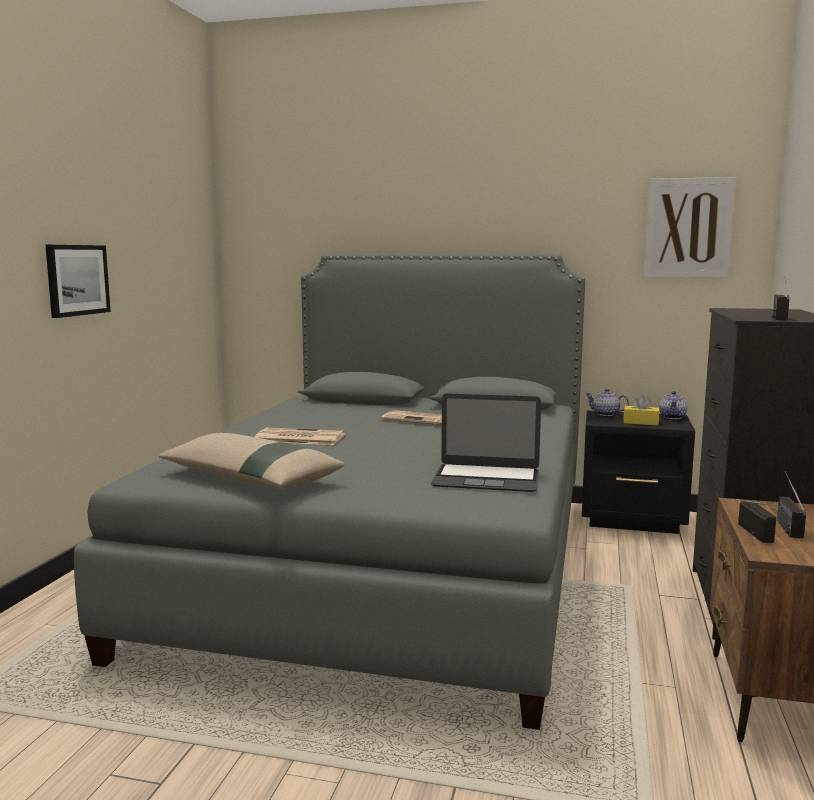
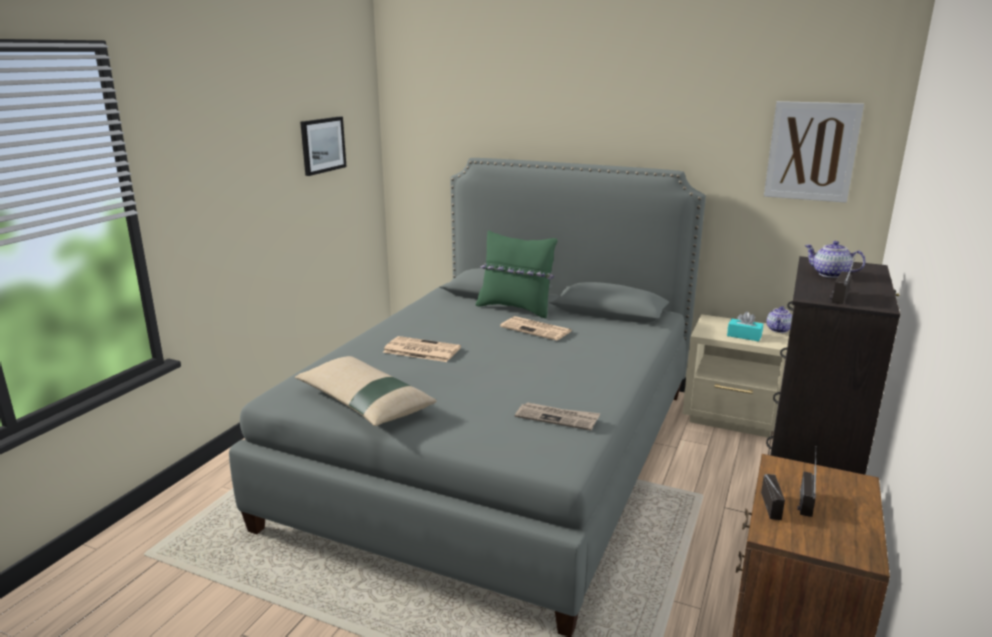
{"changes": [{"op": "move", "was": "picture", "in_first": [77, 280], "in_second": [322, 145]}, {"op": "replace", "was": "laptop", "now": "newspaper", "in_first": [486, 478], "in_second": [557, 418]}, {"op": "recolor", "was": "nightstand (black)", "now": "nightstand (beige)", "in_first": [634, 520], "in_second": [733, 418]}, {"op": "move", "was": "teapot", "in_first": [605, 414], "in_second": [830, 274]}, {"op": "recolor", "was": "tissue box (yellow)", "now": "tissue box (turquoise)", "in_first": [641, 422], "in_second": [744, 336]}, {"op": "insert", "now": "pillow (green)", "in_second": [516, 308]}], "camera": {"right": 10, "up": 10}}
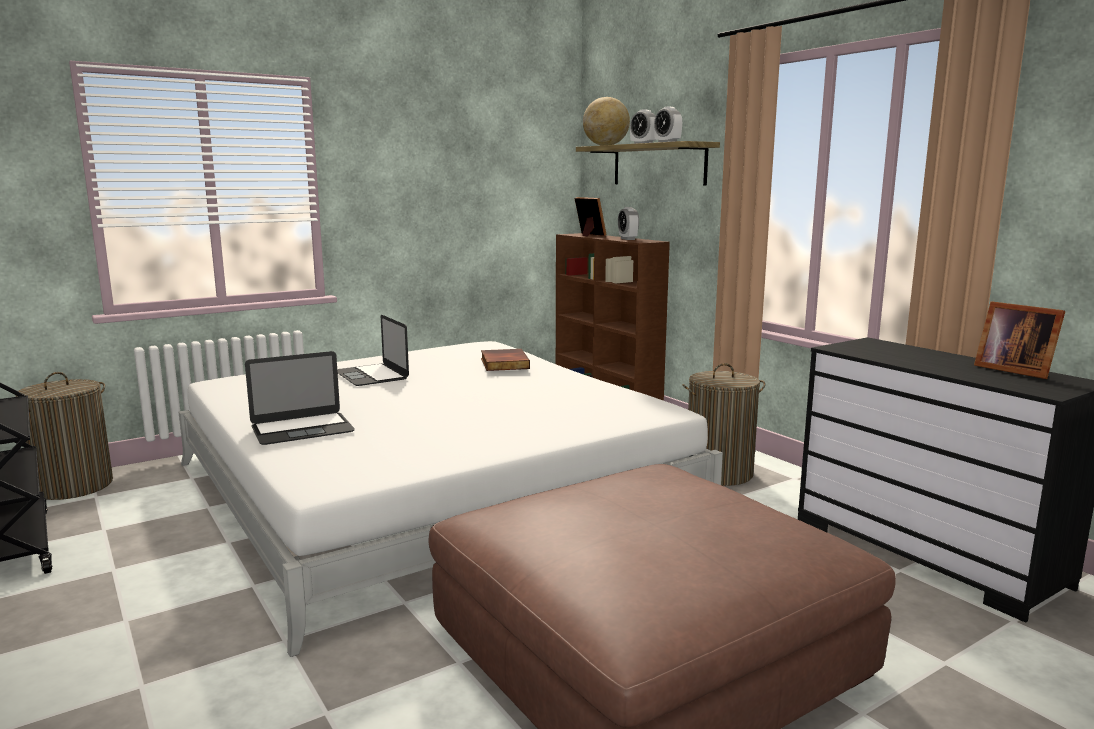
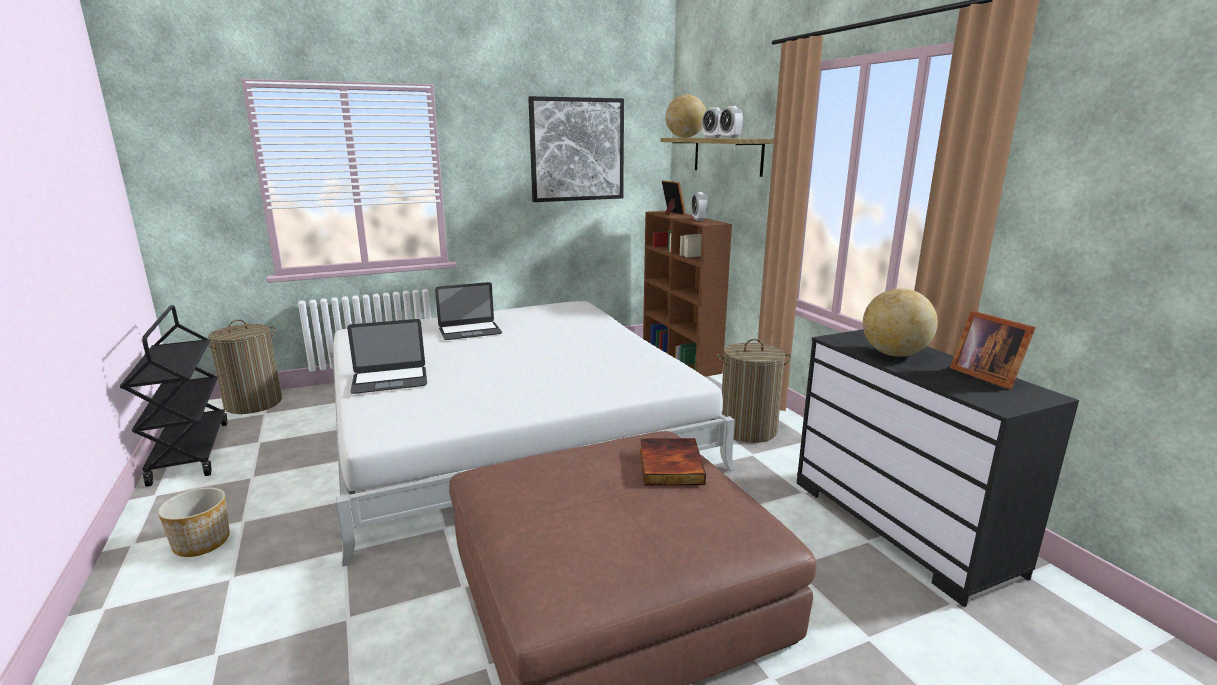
{"changes": [{"op": "rotate", "was": "laptop", "in_first": [371, 375], "in_second": [470, 331], "clockwise": -90}, {"op": "move", "was": "book", "in_first": [503, 363], "in_second": [668, 465]}, {"op": "insert", "now": "planter", "in_second": [201, 543]}, {"op": "insert", "now": "picture", "in_second": [577, 150]}, {"op": "insert", "now": "globe", "in_second": [894, 354]}], "camera": {"right": 10, "up": 5}}
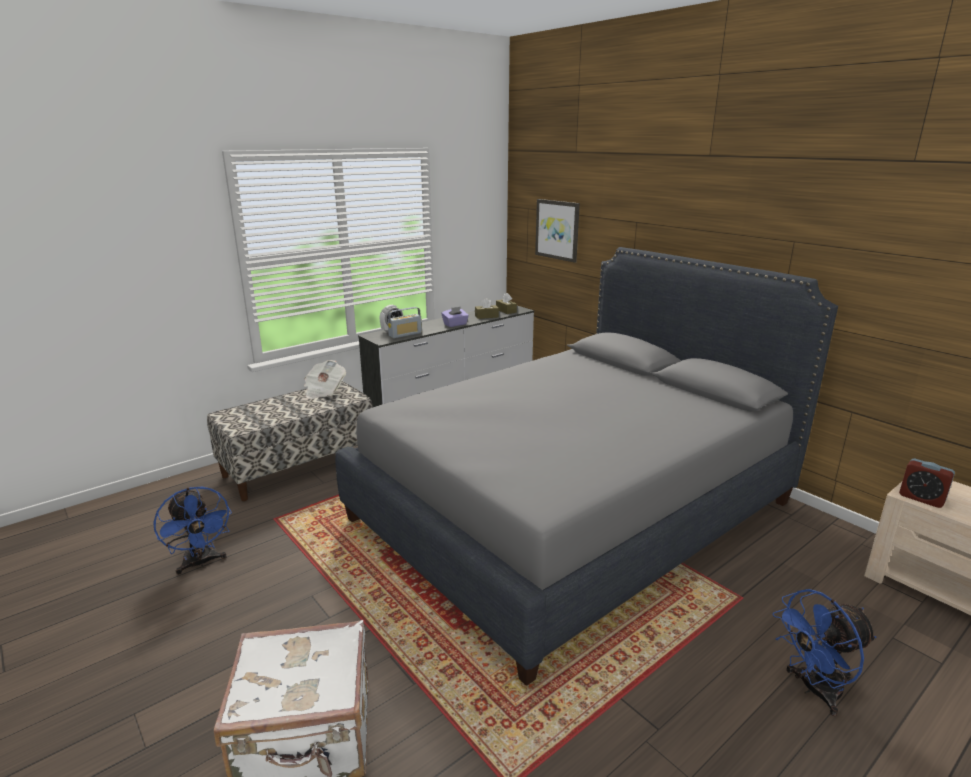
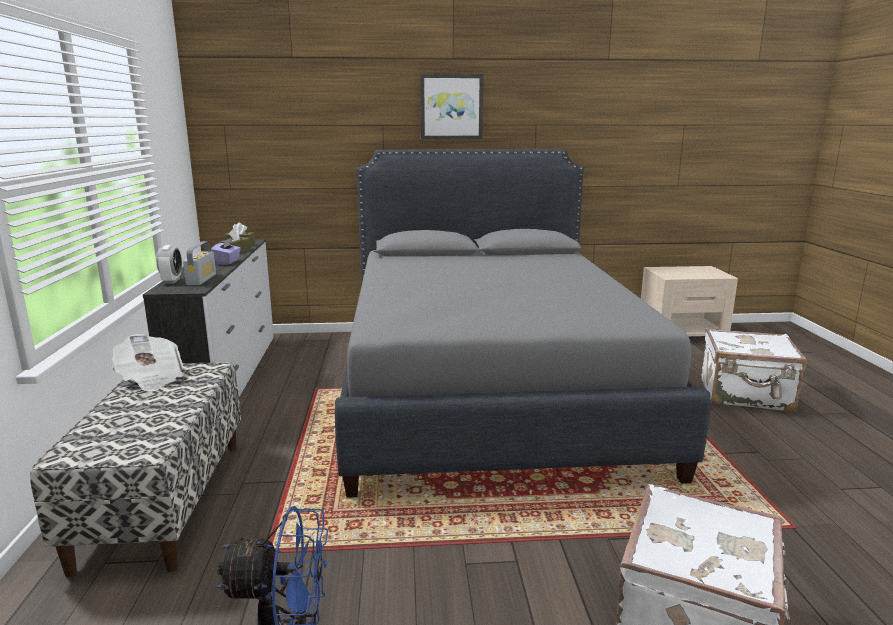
{"changes": [{"op": "move", "was": "picture", "in_first": [557, 230], "in_second": [451, 107]}, {"op": "replace", "was": "fan (blue)", "now": "suitcase (white)", "in_first": [813, 690], "in_second": [746, 395]}, {"op": "delete", "was": "alarm clock", "in_first": [921, 498]}], "camera": {"right": -55, "up": -5}}
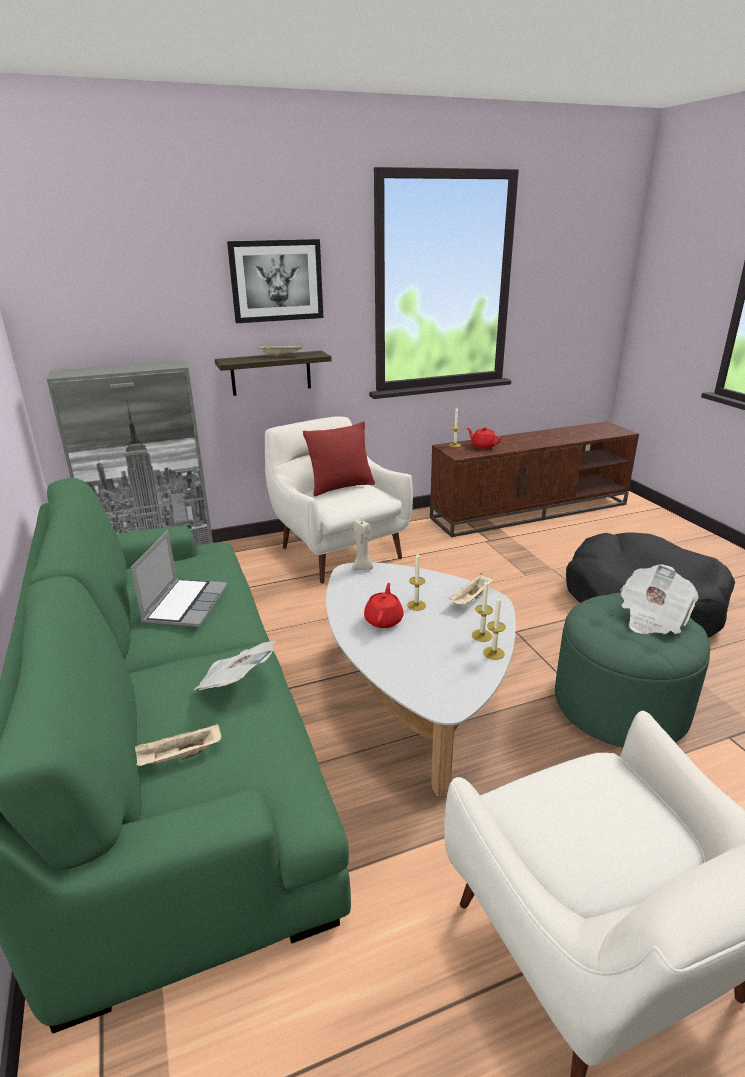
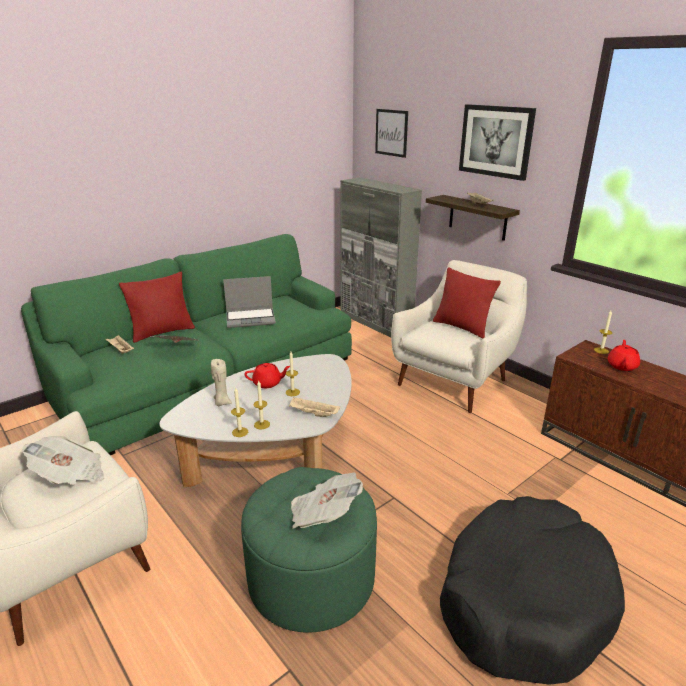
{"changes": [{"op": "move", "was": "candle (beige)", "in_first": [363, 568], "in_second": [222, 403]}, {"op": "insert", "now": "newspaper", "in_second": [71, 476]}, {"op": "insert", "now": "pillow (red)", "in_second": [162, 332]}, {"op": "insert", "now": "picture", "in_second": [391, 132]}], "camera": {"right": 70, "up": 0}}
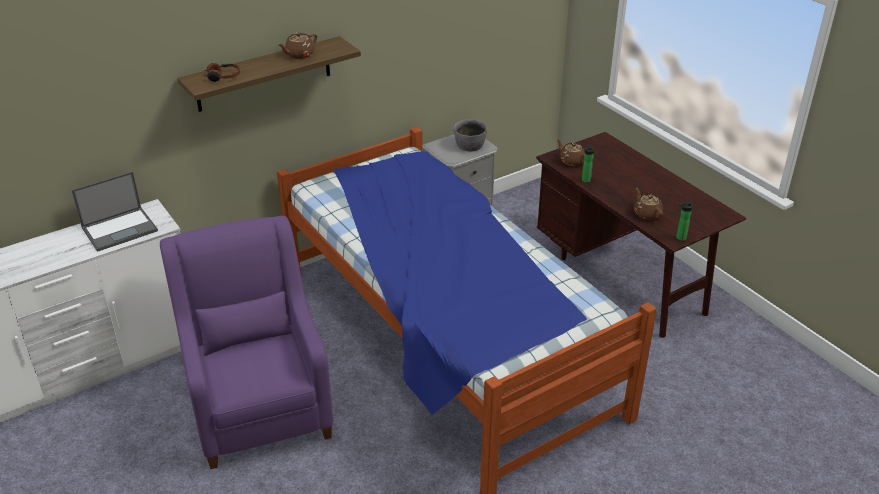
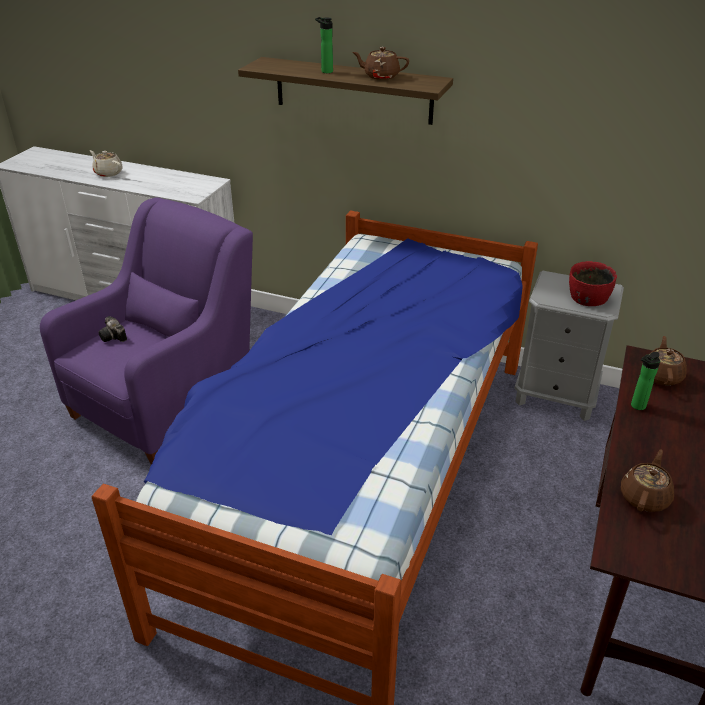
{"changes": [{"op": "delete", "was": "laptop", "in_first": [120, 229]}, {"op": "delete", "was": "headphones", "in_first": [222, 76]}, {"op": "recolor", "was": "bowl (grey)", "now": "bowl (red)", "in_first": [470, 145], "in_second": [587, 298]}, {"op": "move", "was": "bottle", "in_first": [679, 238], "in_second": [325, 71]}, {"op": "insert", "now": "teapot (beige)", "in_second": [108, 173]}, {"op": "insert", "now": "photo camera", "in_second": [114, 337]}], "camera": {"right": 55, "up": 0}}
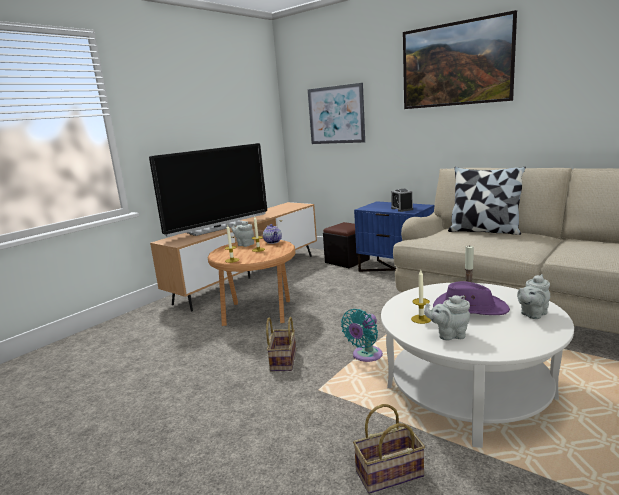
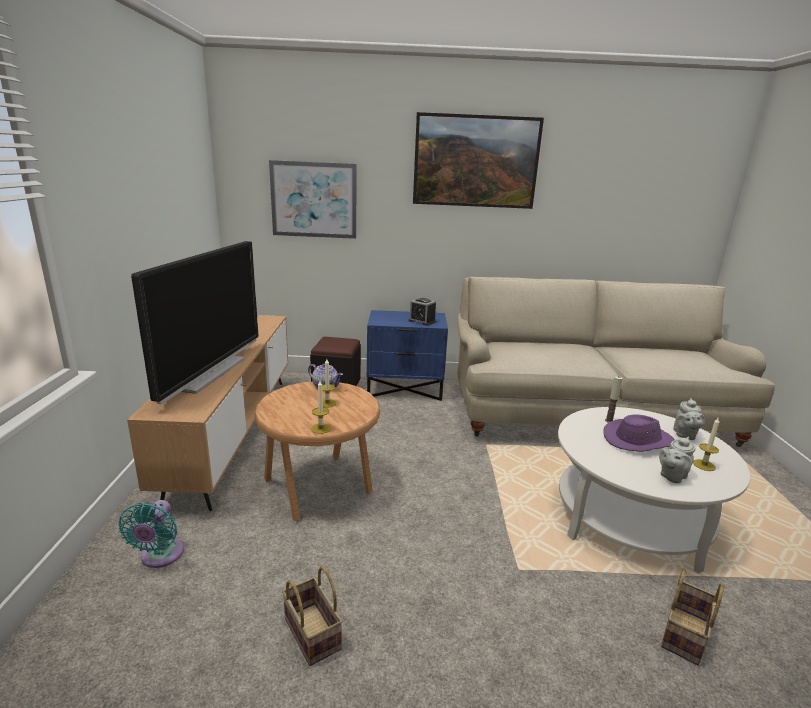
{"changes": [{"op": "delete", "was": "teapot (grey)", "in_first": [244, 244]}, {"op": "move", "was": "basket", "in_first": [282, 360], "in_second": [310, 633]}, {"op": "move", "was": "fan (turquoise)", "in_first": [365, 356], "in_second": [160, 556]}, {"op": "move", "was": "candle", "in_first": [421, 319], "in_second": [704, 465]}, {"op": "delete", "was": "pillow", "in_first": [484, 231]}], "camera": {"right": -40, "up": 5}}
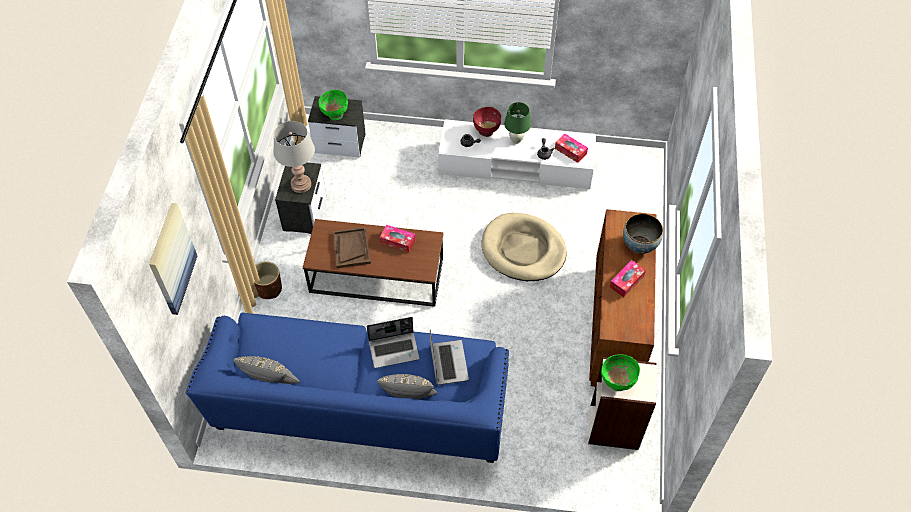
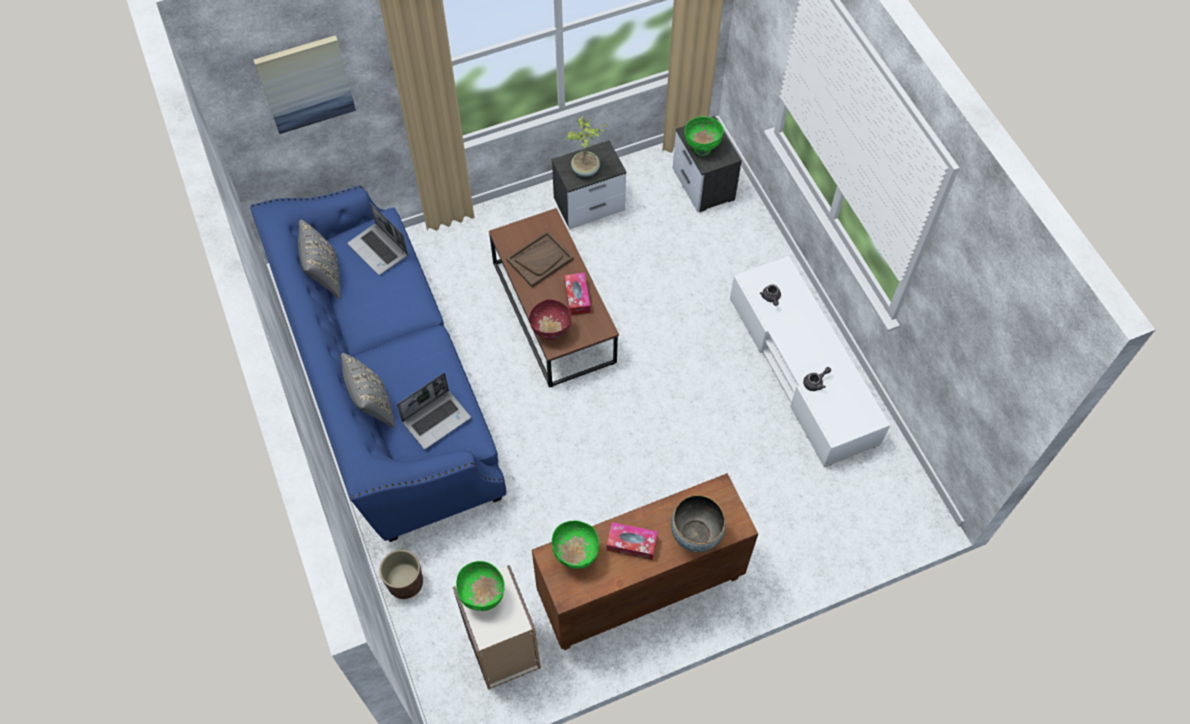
{"changes": [{"op": "move", "was": "planter (brown)", "in_first": [268, 289], "in_second": [405, 582]}, {"op": "replace", "was": "table lamp (grey)", "now": "potted plant", "in_first": [301, 185], "in_second": [586, 170]}, {"op": "move", "was": "laptop", "in_first": [394, 349], "in_second": [379, 250]}, {"op": "move", "was": "bowl (red)", "in_first": [486, 131], "in_second": [550, 332]}, {"op": "delete", "was": "dog bed (beige)", "in_first": [523, 250]}, {"op": "delete", "was": "table lamp (green)", "in_first": [516, 140]}, {"op": "delete", "was": "tissue box", "in_first": [570, 151]}, {"op": "insert", "now": "bowl (green)", "in_second": [575, 555]}], "camera": {"right": 60, "up": 5}}
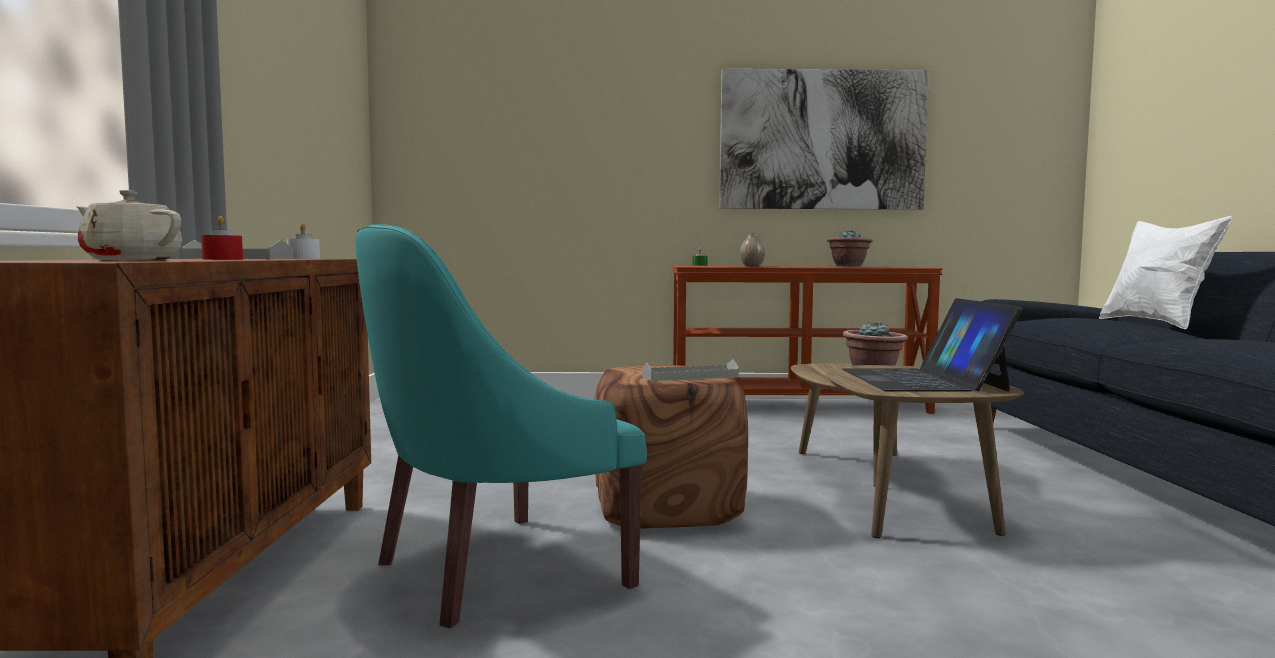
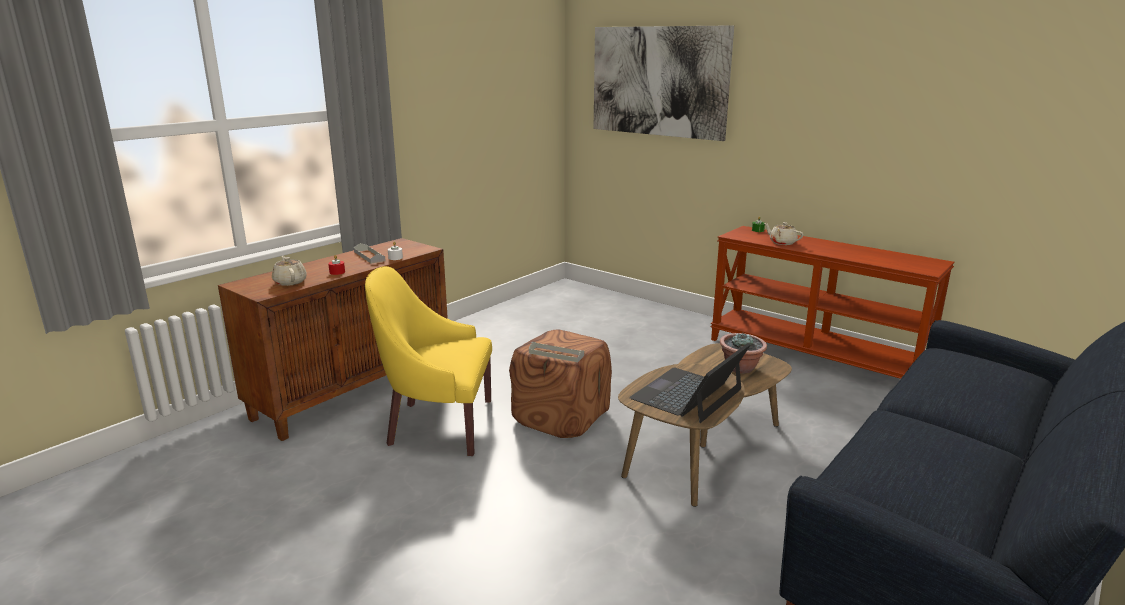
{"changes": [{"op": "recolor", "was": "armchair (turquoise)", "now": "armchair (yellow)", "in_first": [493, 570], "in_second": [438, 424]}, {"op": "move", "was": "picture", "in_first": [822, 140], "in_second": [659, 81]}, {"op": "replace", "was": "vase", "now": "teapot (beige)", "in_first": [752, 266], "in_second": [782, 242]}, {"op": "delete", "was": "potted plant", "in_first": [848, 266]}, {"op": "delete", "was": "pillow (white)", "in_first": [1156, 324]}], "camera": {"right": 40, "up": 15}}
